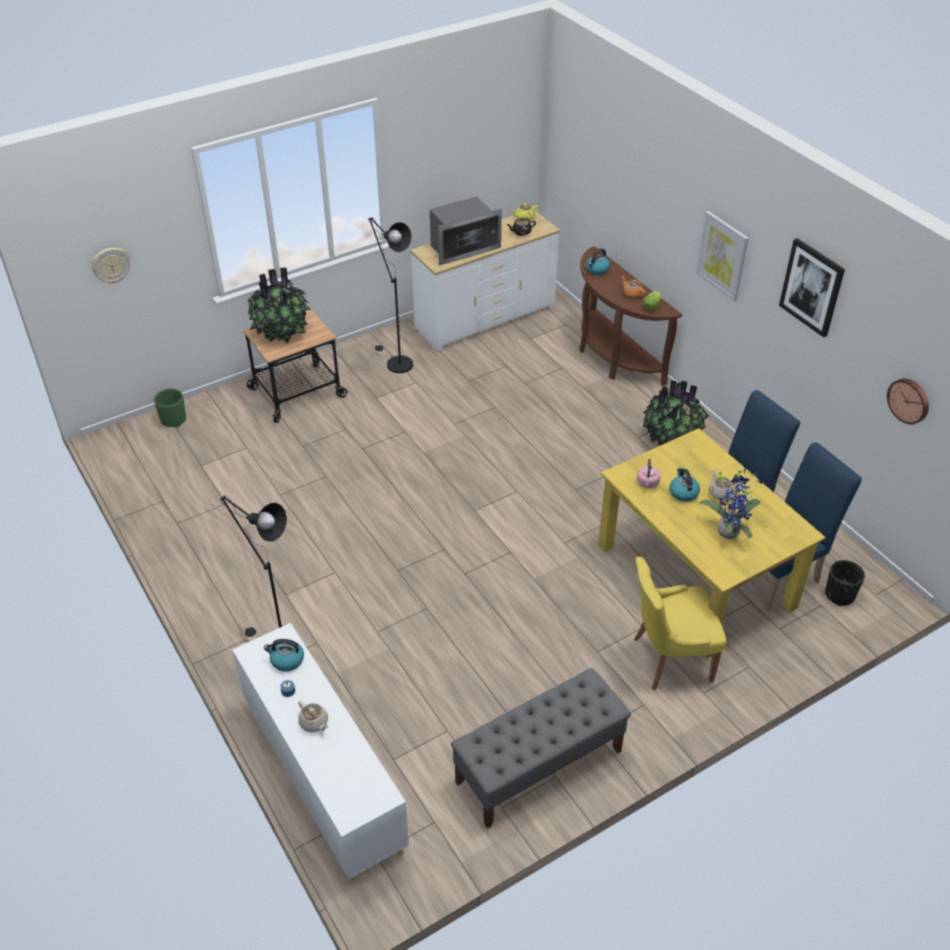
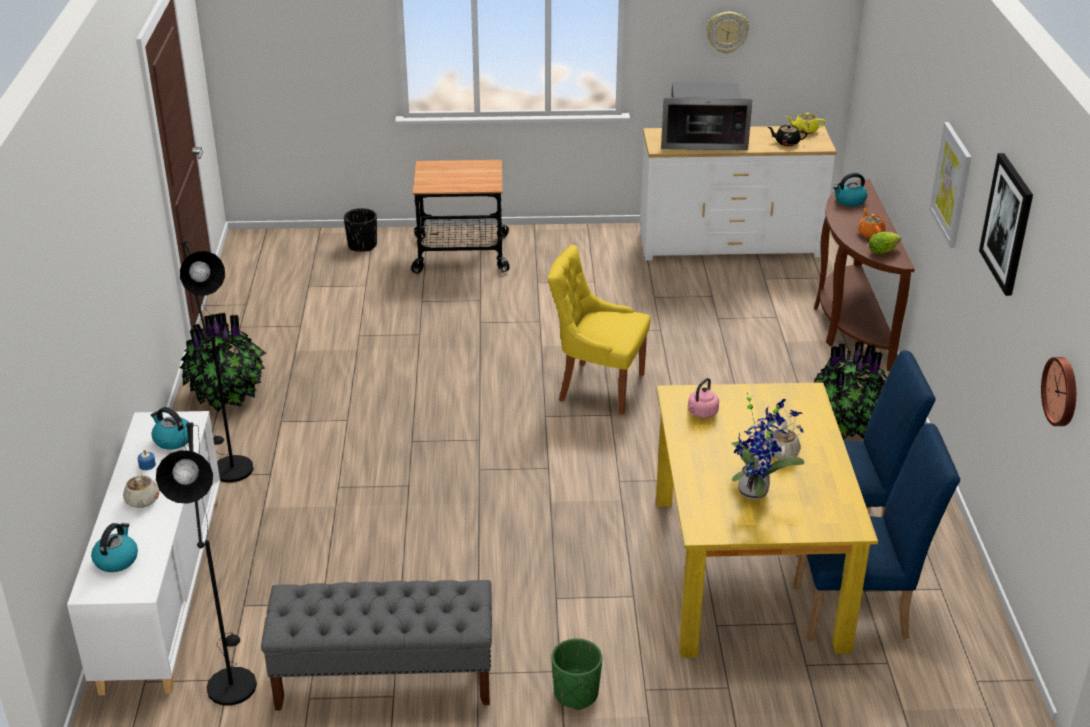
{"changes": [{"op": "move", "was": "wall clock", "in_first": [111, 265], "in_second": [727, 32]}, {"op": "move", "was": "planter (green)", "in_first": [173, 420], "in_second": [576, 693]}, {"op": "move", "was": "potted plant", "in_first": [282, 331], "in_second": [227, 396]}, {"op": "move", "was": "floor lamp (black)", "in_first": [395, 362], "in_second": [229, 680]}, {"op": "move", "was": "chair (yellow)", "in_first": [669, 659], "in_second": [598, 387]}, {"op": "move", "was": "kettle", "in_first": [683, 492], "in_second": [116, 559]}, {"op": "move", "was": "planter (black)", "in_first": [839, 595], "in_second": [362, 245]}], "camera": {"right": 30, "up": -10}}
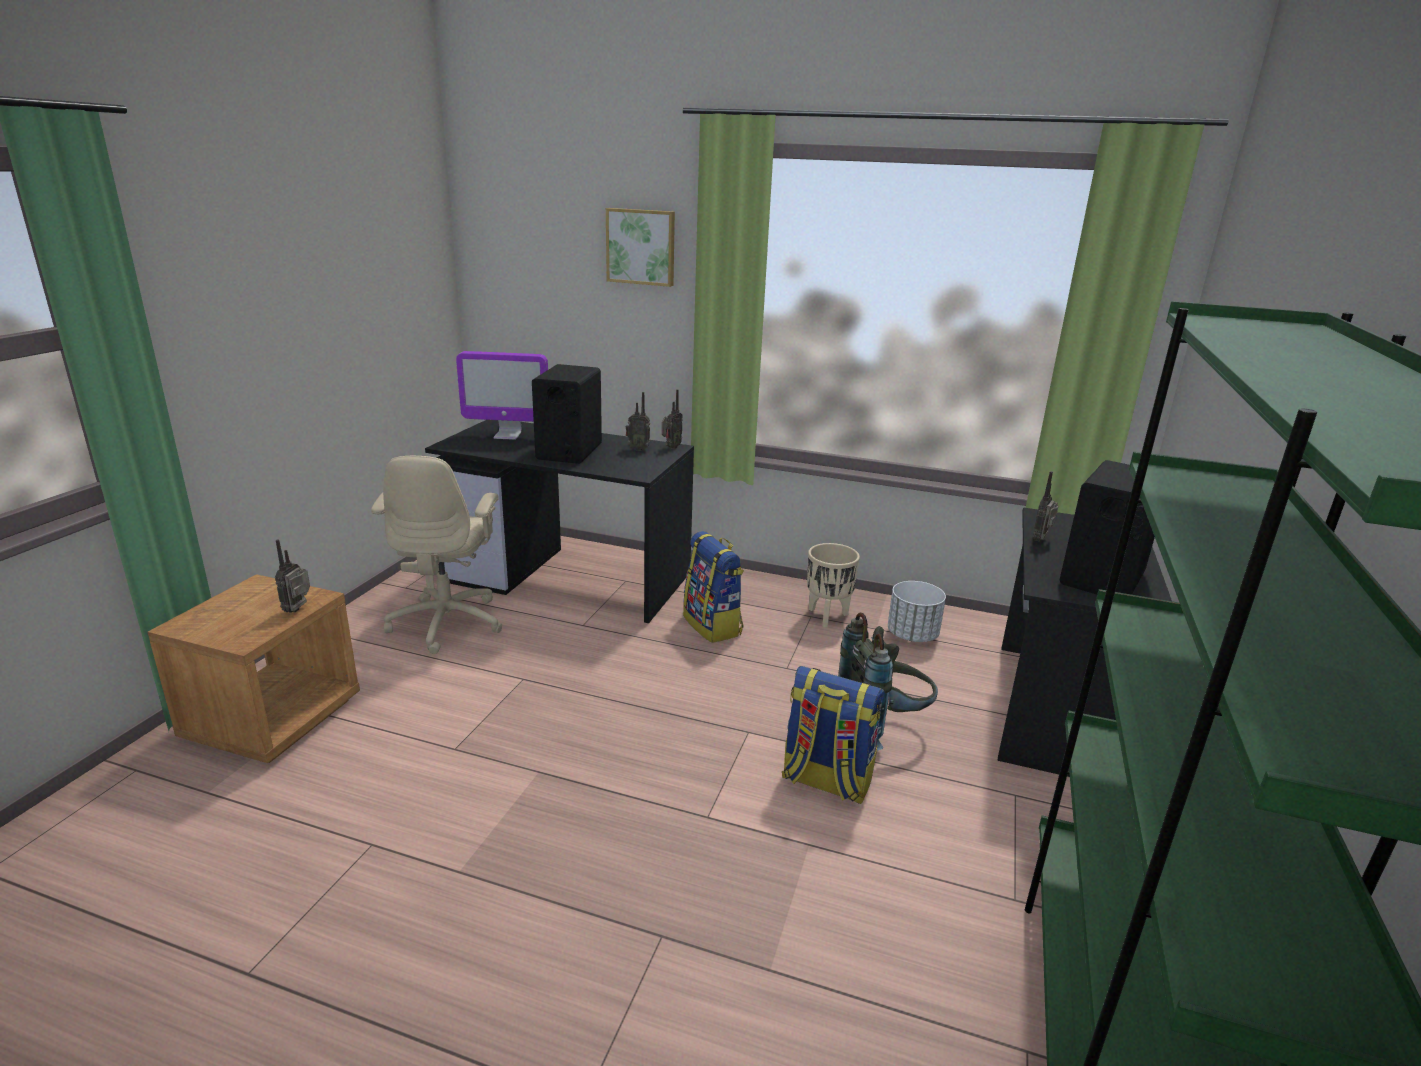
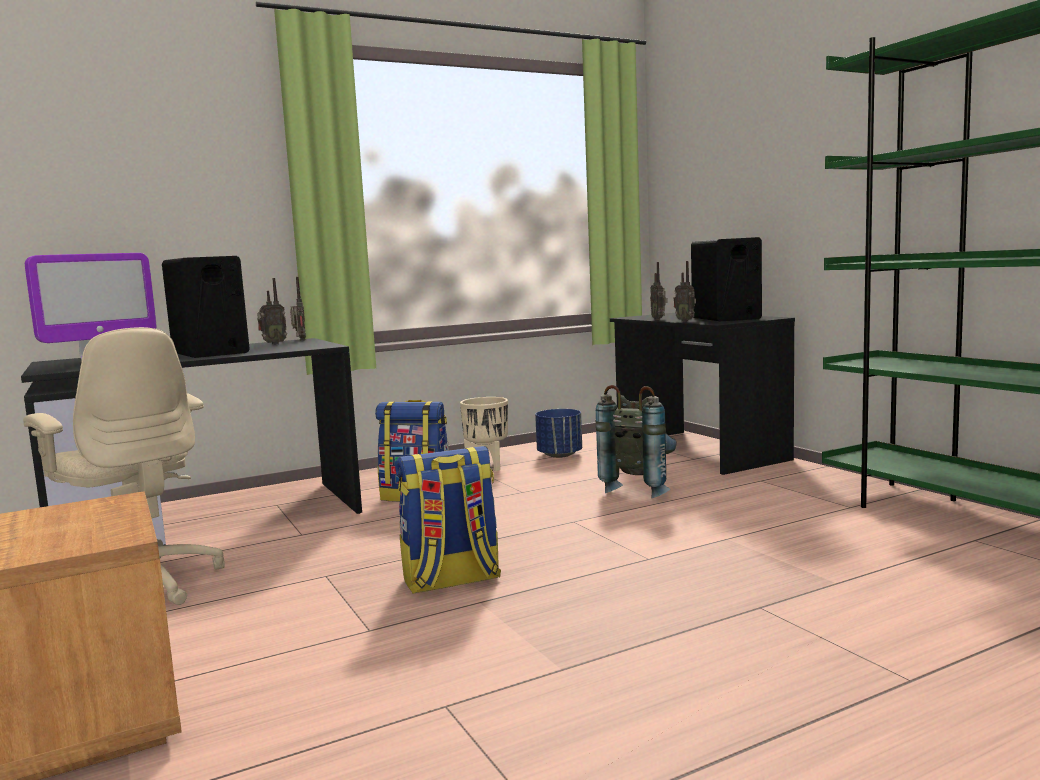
{"changes": [{"op": "move", "was": "radio", "in_first": [299, 610], "in_second": [685, 321]}, {"op": "delete", "was": "picture", "in_first": [641, 246]}, {"op": "move", "was": "backpack", "in_first": [825, 781], "in_second": [451, 581]}, {"op": "recolor", "was": "planter (white)", "now": "planter (blue)", "in_first": [912, 635], "in_second": [560, 455]}], "camera": {"right": -45, "up": -15}}
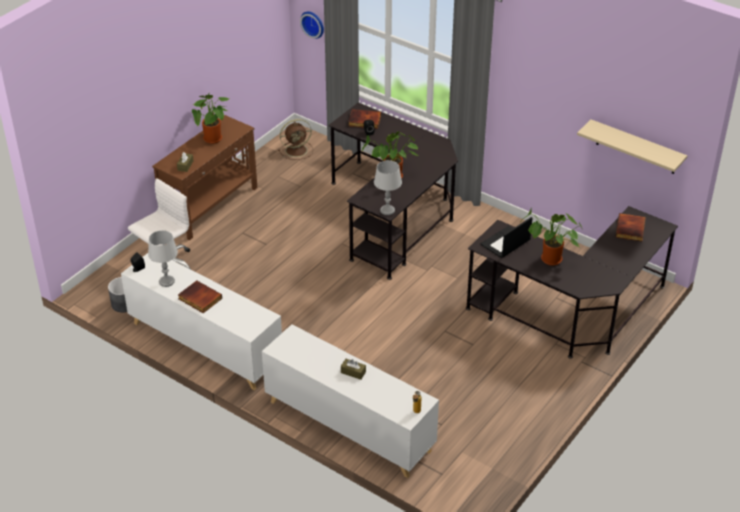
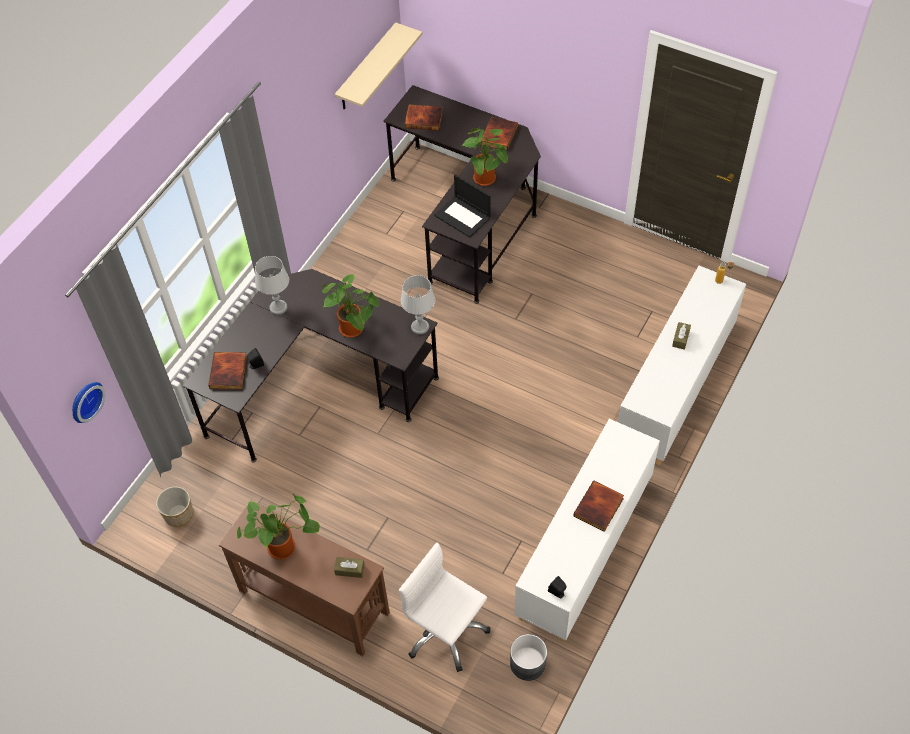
{"changes": [{"op": "move", "was": "table lamp (grey)", "in_first": [166, 281], "in_second": [278, 308]}, {"op": "replace", "was": "fan (brown)", "now": "planter", "in_first": [297, 150], "in_second": [178, 514]}, {"op": "insert", "now": "book", "in_second": [498, 135]}], "camera": {"right": -95, "up": 15}}
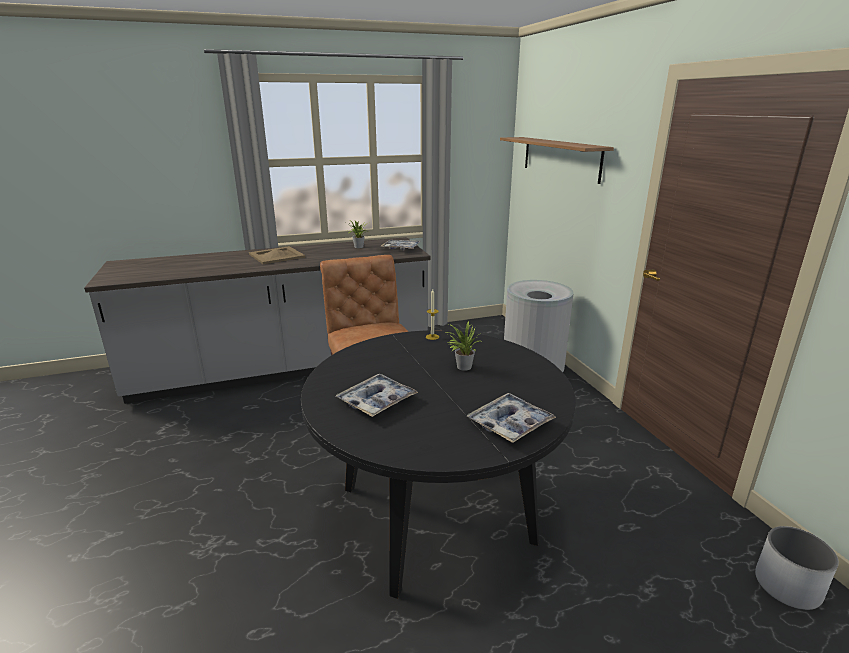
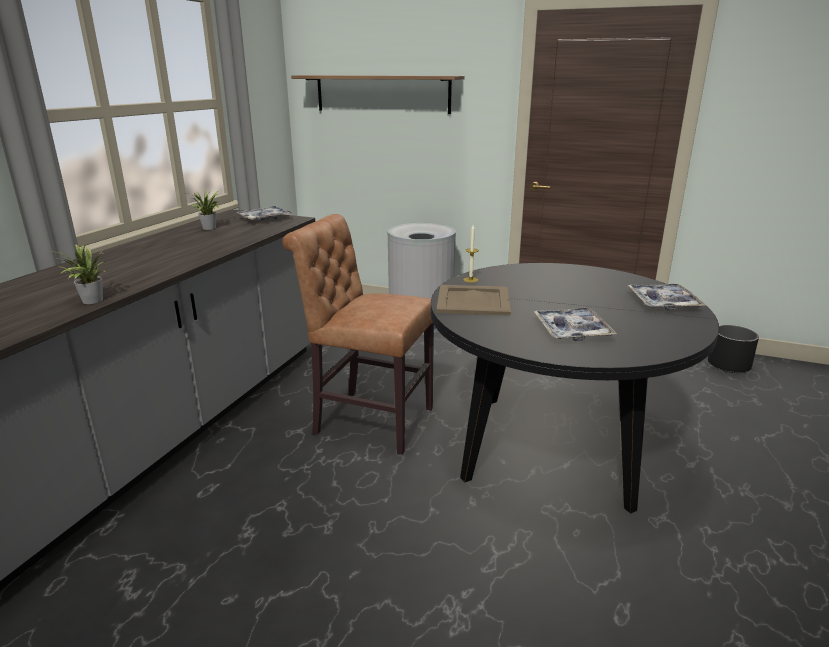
{"changes": [{"op": "move", "was": "tray (beige)", "in_first": [276, 256], "in_second": [474, 301]}, {"op": "move", "was": "potted plant", "in_first": [462, 367], "in_second": [89, 301]}, {"op": "recolor", "was": "planter (white)", "now": "planter (black)", "in_first": [787, 587], "in_second": [729, 365]}], "camera": {"right": -50, "up": 0}}
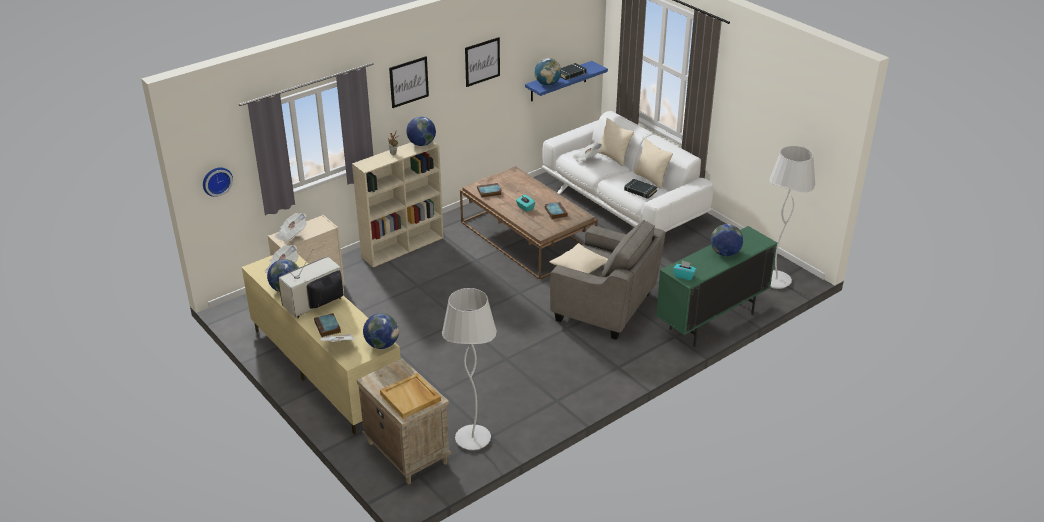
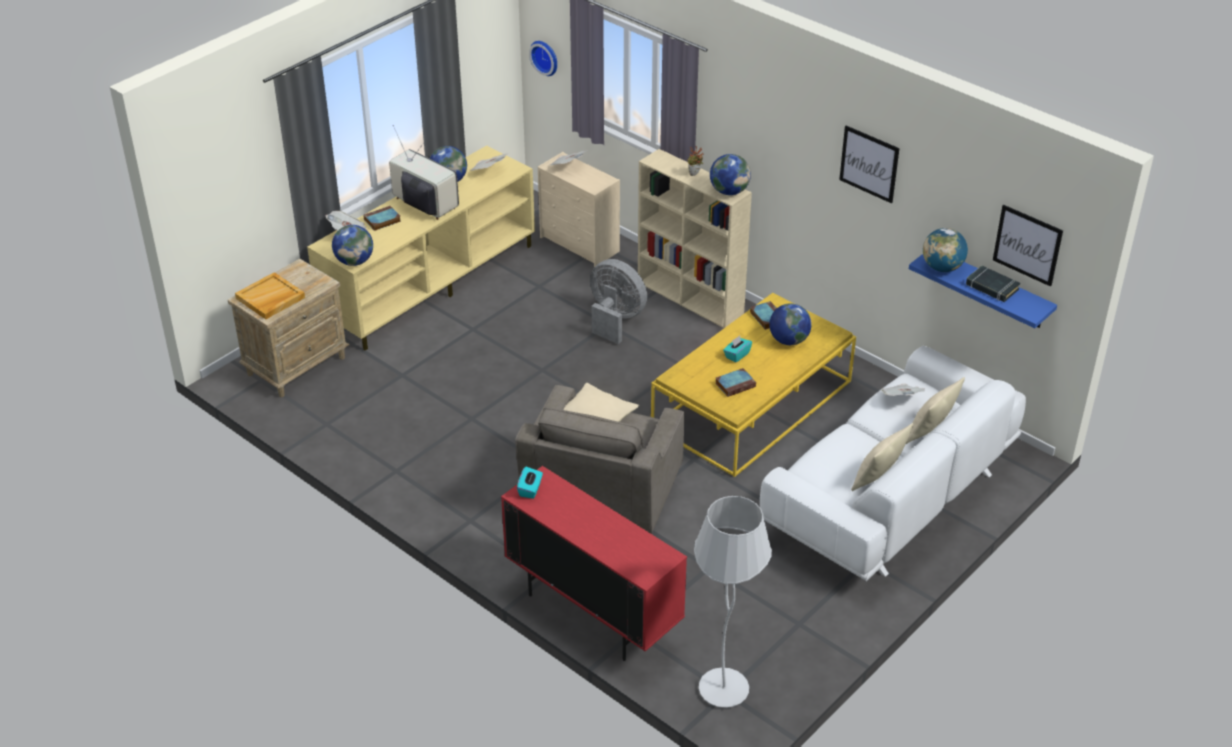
{"changes": [{"op": "move", "was": "picture", "in_first": [409, 82], "in_second": [1027, 245]}, {"op": "delete", "was": "floor lamp (white)", "in_first": [473, 439]}, {"op": "recolor", "was": "coffee table (brown)", "now": "coffee table (yellow)", "in_first": [527, 238], "in_second": [752, 405]}, {"op": "delete", "was": "book (black)", "in_first": [640, 191]}, {"op": "recolor", "was": "cabinet (green)", "now": "cabinet (red)", "in_first": [711, 322], "in_second": [593, 612]}, {"op": "move", "was": "globe", "in_first": [725, 253], "in_second": [788, 340]}, {"op": "insert", "now": "fan (grey)", "in_second": [615, 319]}], "camera": {"right": 80, "up": 5}}
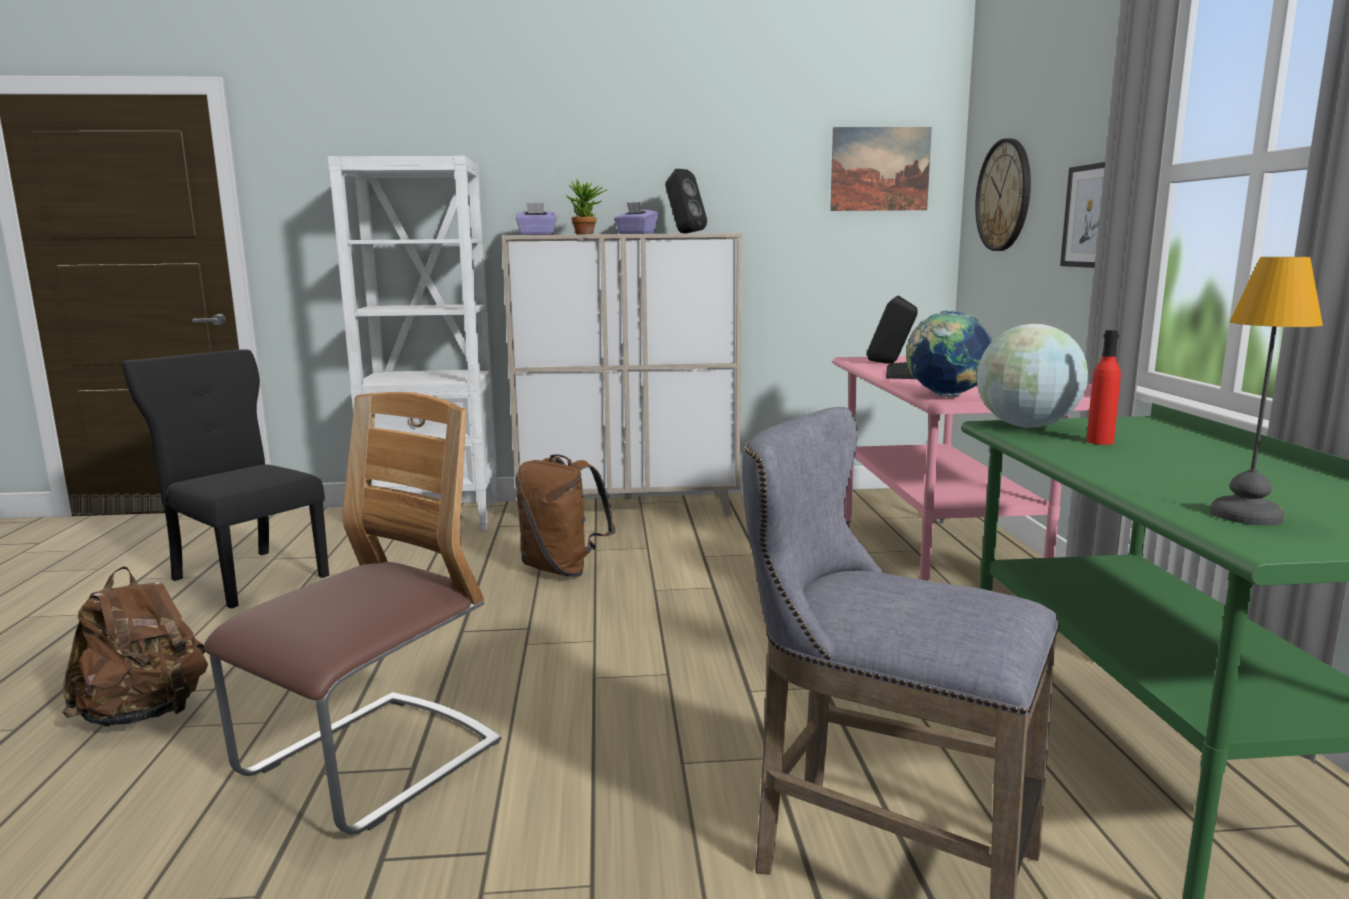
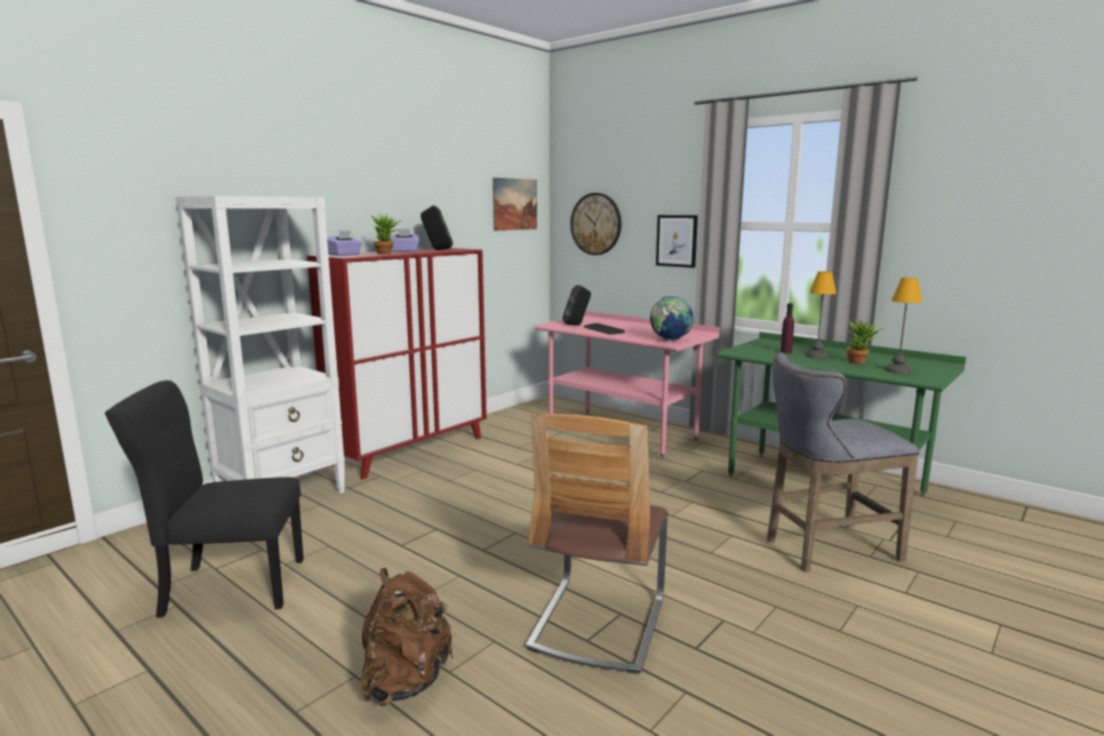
{"changes": [{"op": "rotate", "was": "chair", "in_first": [372, 763], "in_second": [598, 623], "clockwise": -150}, {"op": "recolor", "was": "cabinet (beige)", "now": "cabinet (red)", "in_first": [629, 508], "in_second": [411, 451]}, {"op": "delete", "was": "backpack (brown)", "in_first": [563, 569]}, {"op": "delete", "was": "globe", "in_first": [1027, 426]}, {"op": "recolor", "was": "bottle (red)", "now": "bottle (purple)", "in_first": [1099, 441], "in_second": [786, 352]}, {"op": "insert", "now": "table lamp", "in_second": [817, 356]}, {"op": "insert", "now": "potted plant", "in_second": [859, 362]}], "camera": {"right": -45, "up": 0}}
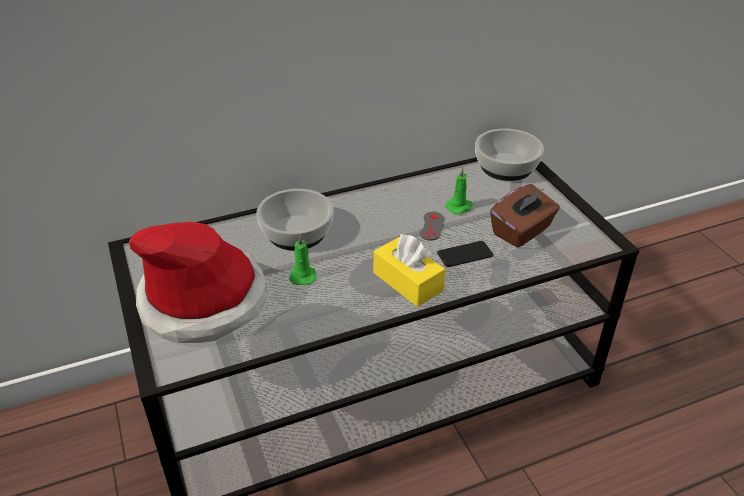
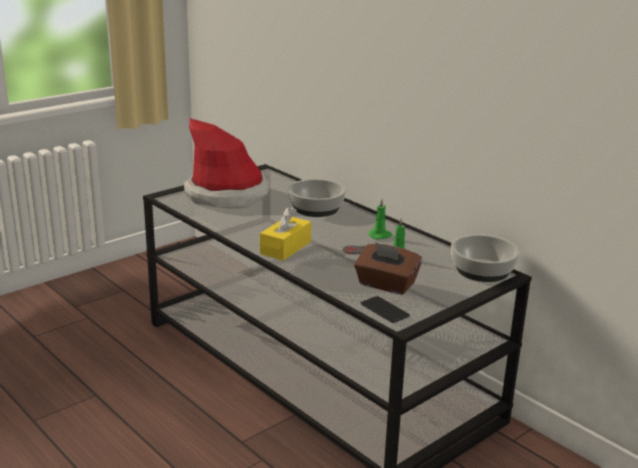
{"changes": [{"op": "move", "was": "candle (green)", "in_first": [303, 275], "in_second": [380, 236]}, {"op": "move", "was": "phone", "in_first": [465, 255], "in_second": [384, 310]}], "camera": {"right": 70, "up": -15}}
